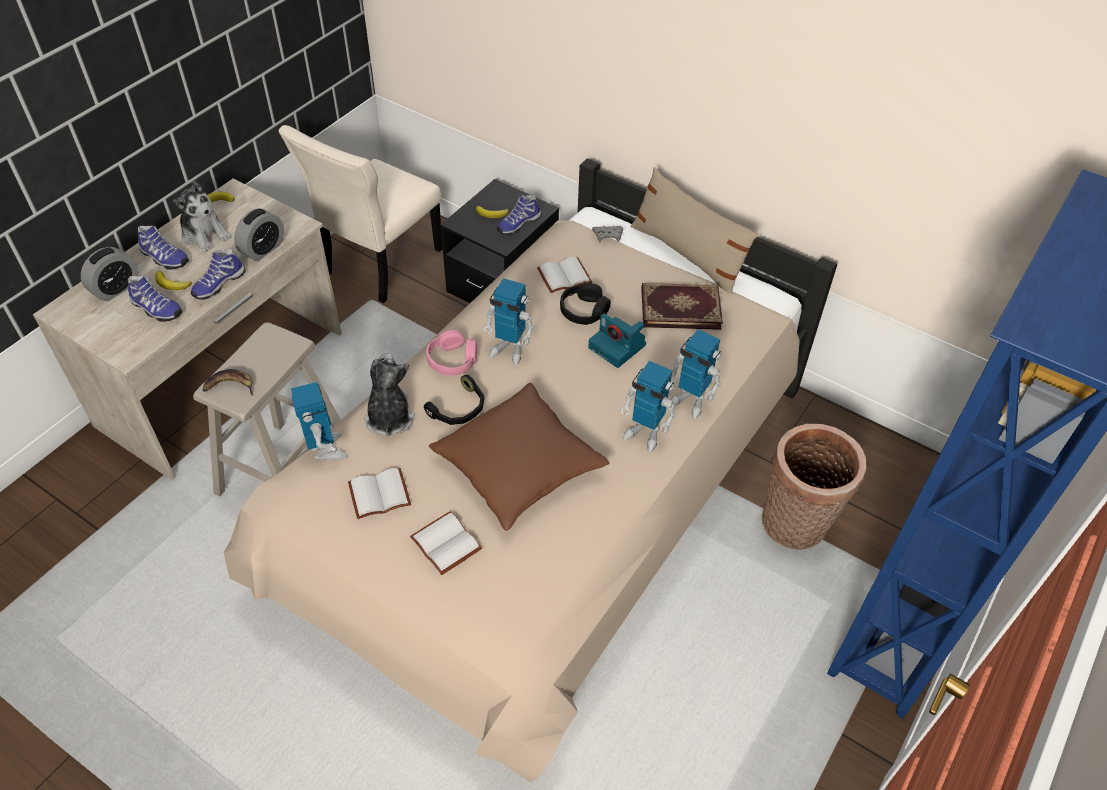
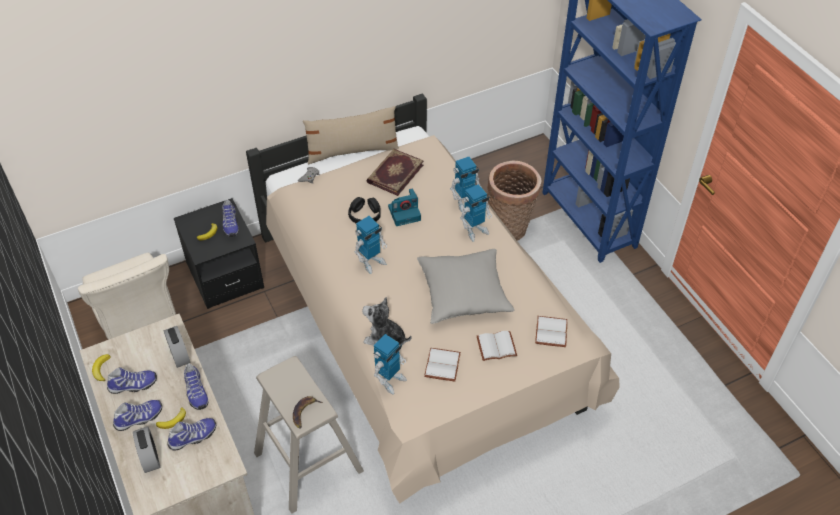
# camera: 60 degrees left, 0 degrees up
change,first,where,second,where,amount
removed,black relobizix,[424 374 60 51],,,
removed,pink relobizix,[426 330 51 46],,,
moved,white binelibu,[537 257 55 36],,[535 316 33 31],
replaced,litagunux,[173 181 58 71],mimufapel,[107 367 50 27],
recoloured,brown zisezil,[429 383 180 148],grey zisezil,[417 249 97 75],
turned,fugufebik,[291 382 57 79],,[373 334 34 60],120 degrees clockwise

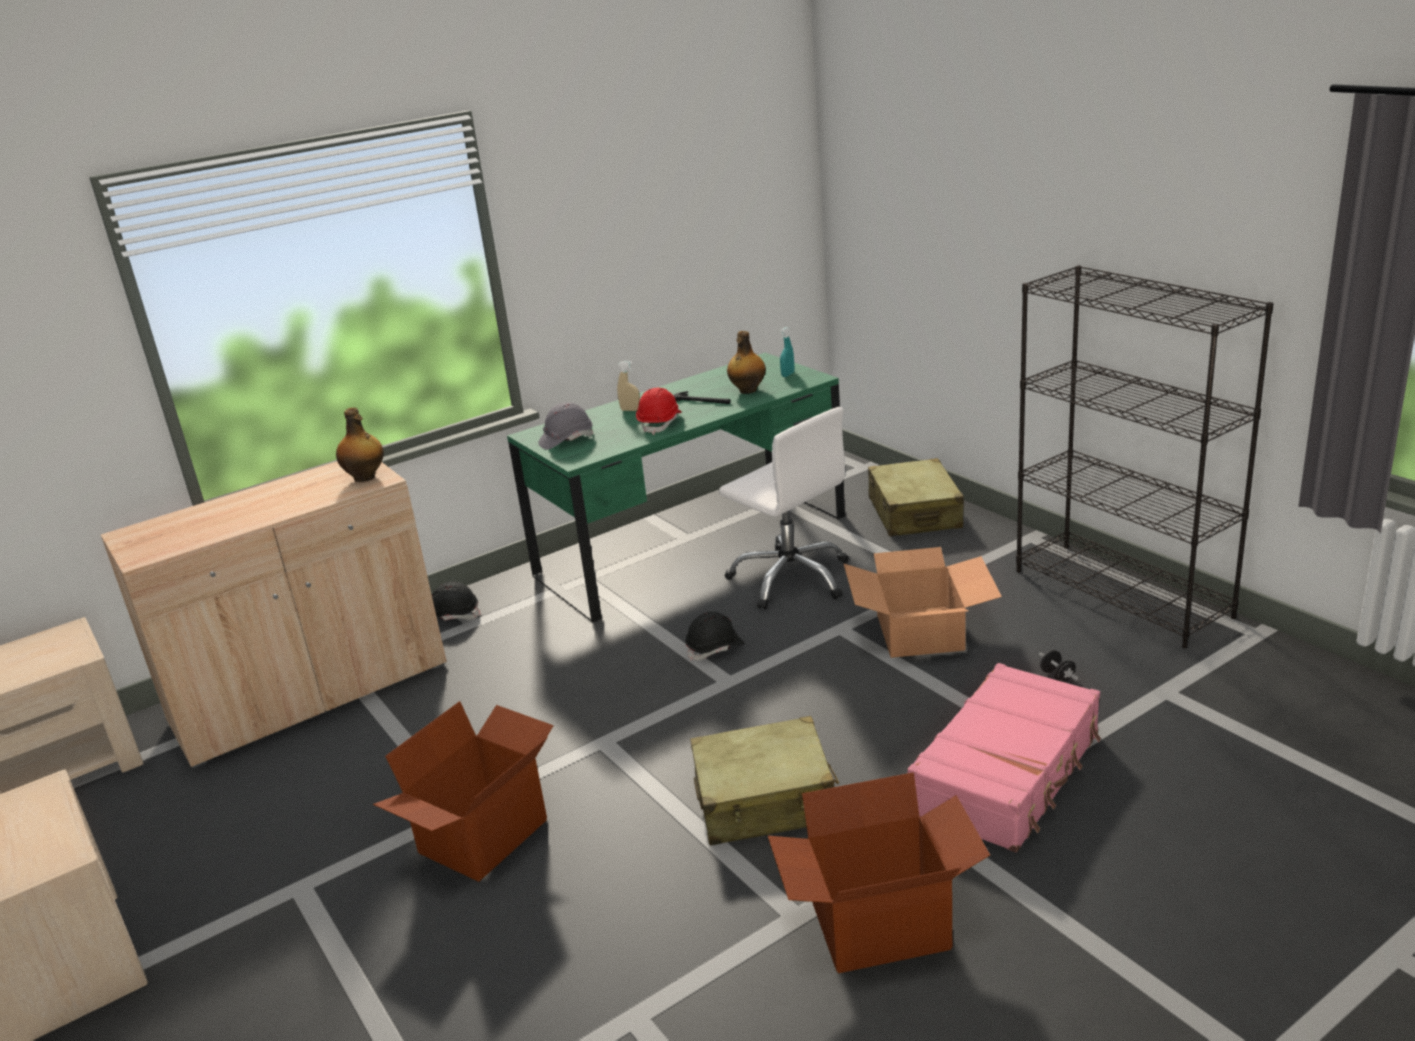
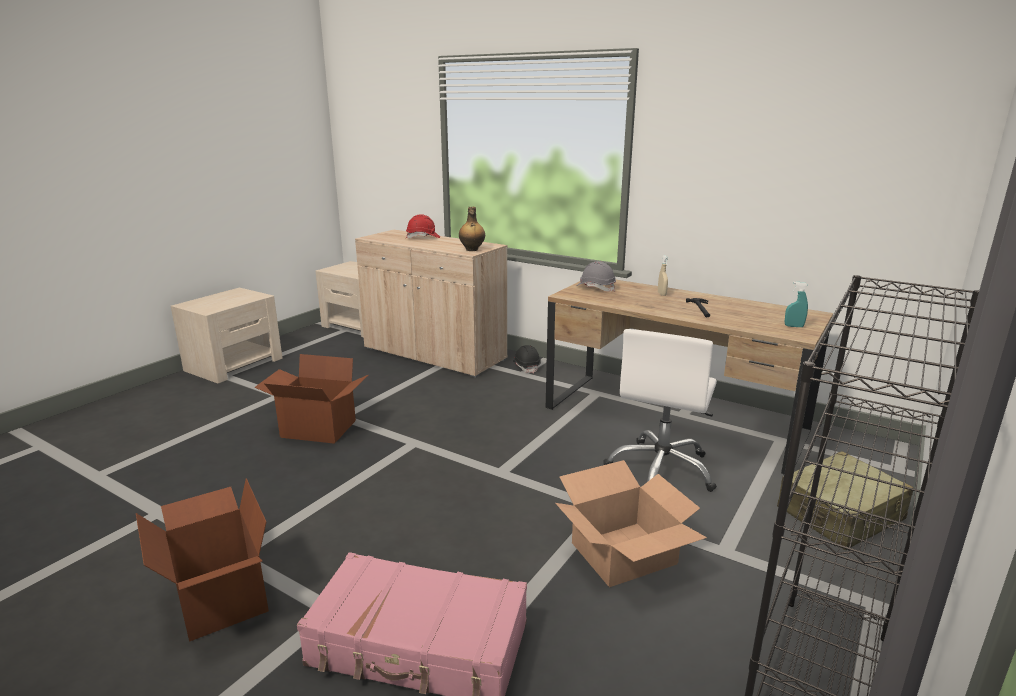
# camera: 65 degrees right, 5 degrees down
change,first,where,second,where,amount
removed,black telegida,[685 612 60 48],,,
removed,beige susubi,[690 716 149 130],,,
removed,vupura,[727 331 39 63],,,
removed,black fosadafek,[1039 650 39 32],,,
moved,red telegida,[636 388 46 47],,[406 214 34 24],
recoloured,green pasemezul,[507 353 338 270],brown pasemezul,[546 279 287 195],

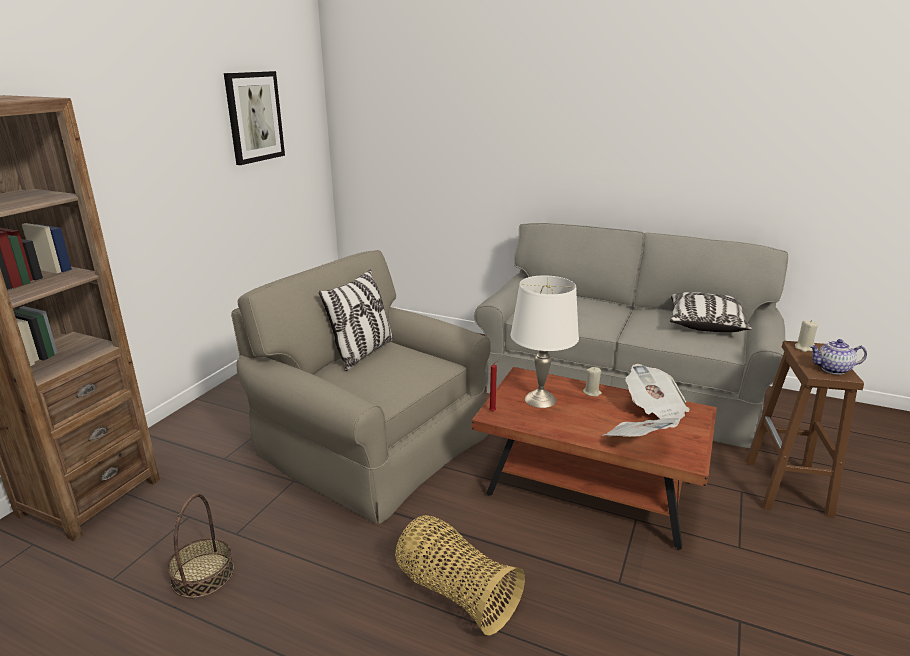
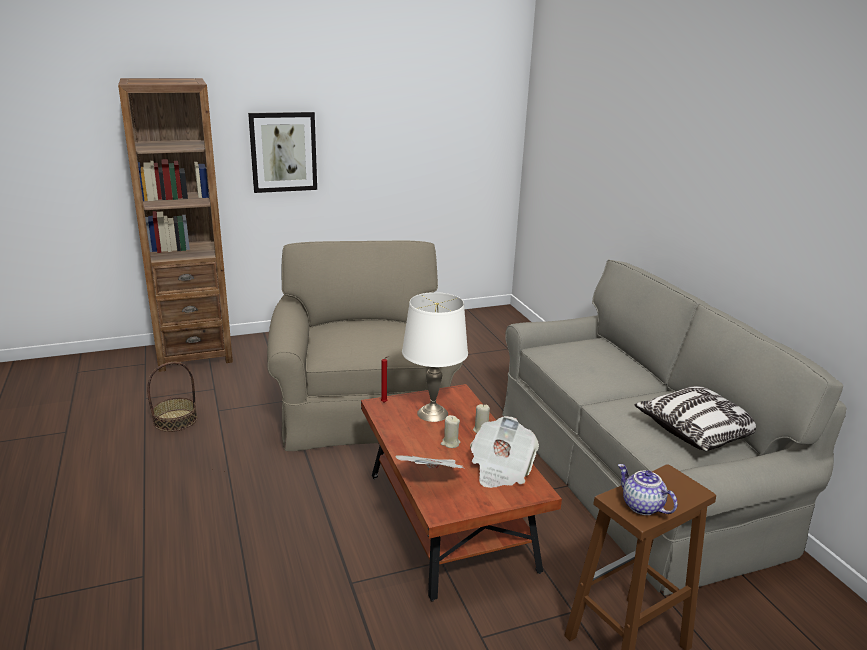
# camera: 45 degrees right, 0 degrees up
change,first,where,second,where,amount
removed,zisezil,[319 269 75 102],,,
removed,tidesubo,[395 515 130 120],,,
moved,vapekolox,[224 71 61 94],,[248 112 69 81],
moved,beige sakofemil,[795 320 23 32],,[441 415 19 33],

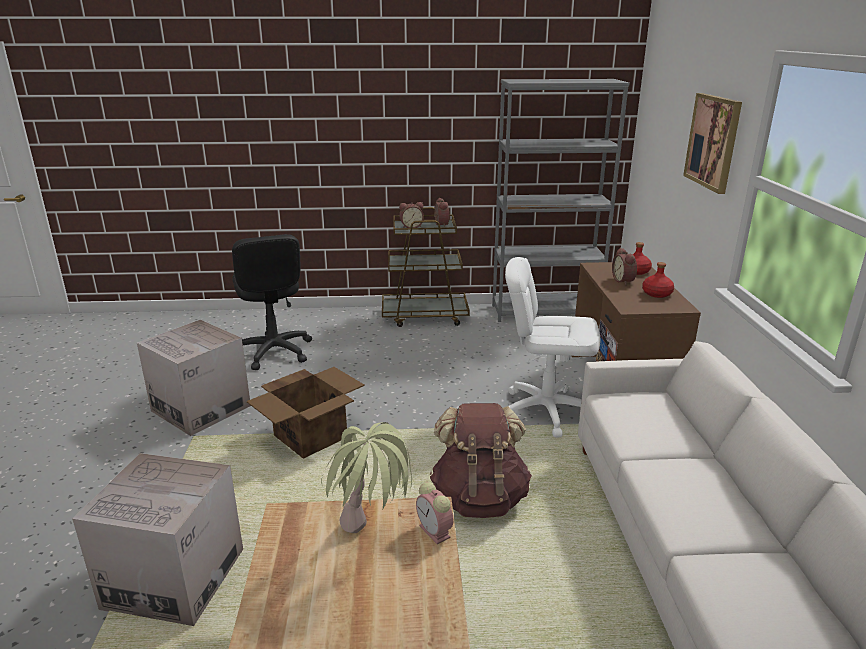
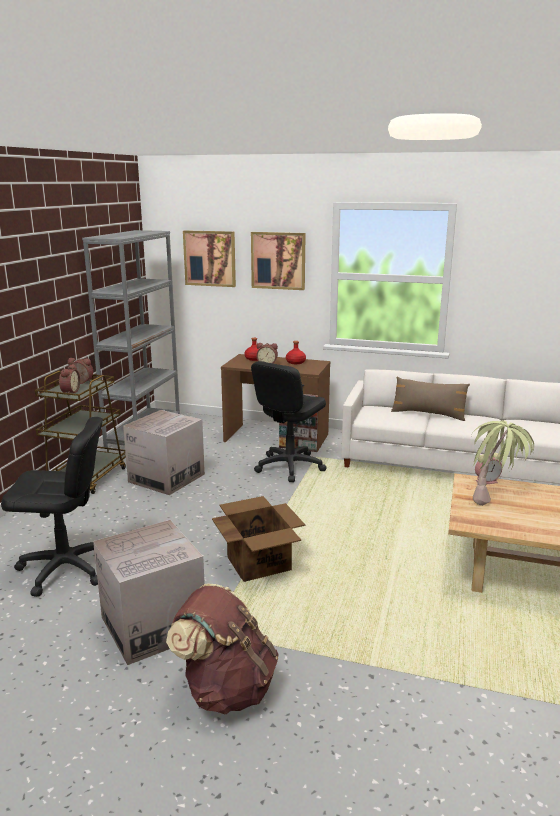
# camera: 70 degrees left, 5 degrees down
change,first,where,second,where,amount
added,,,vapekolox,[183 230 53 57],
added,,,brown zisezil,[391 377 79 44],
moved,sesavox,[72 453 171 173],,[123 410 82 85],
moved,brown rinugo,[430 403 102 115],,[166 584 112 130],
recoloured,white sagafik,[505 257 95 181],black sagafik,[251 361 76 121],

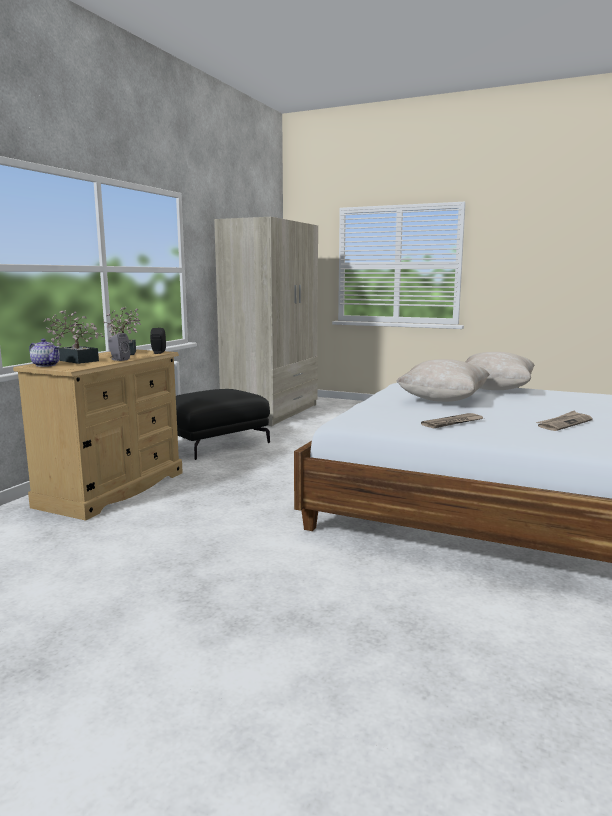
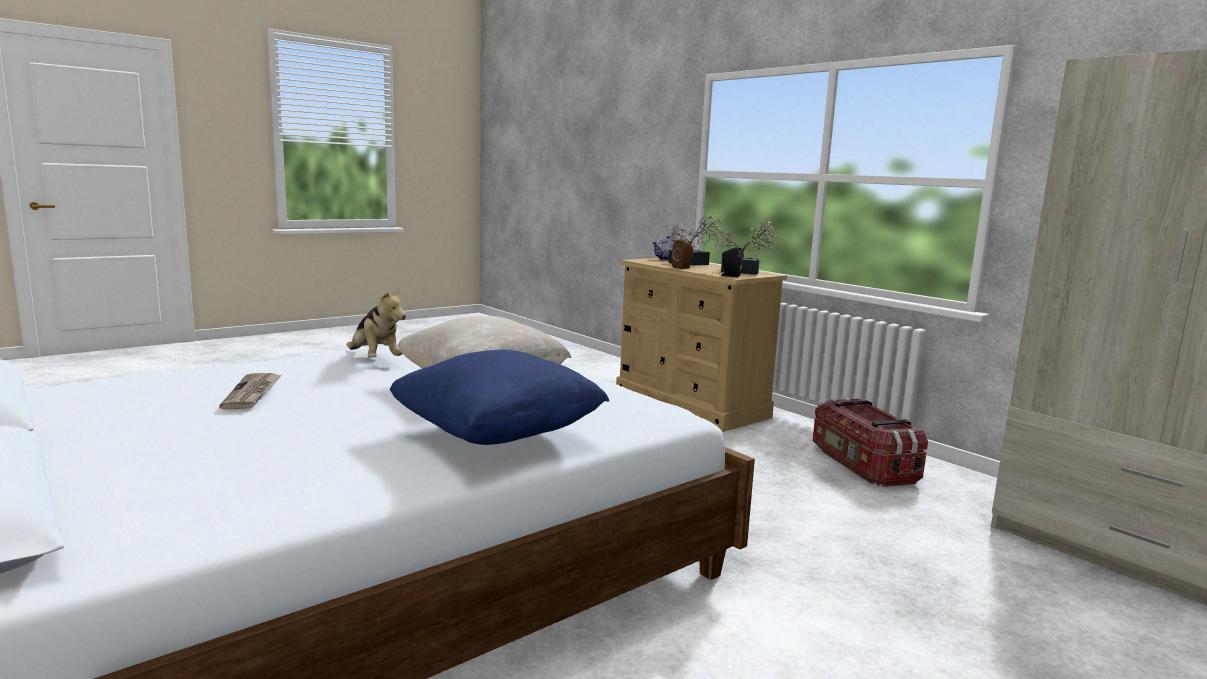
# camera: 115 degrees right, 0 degrees up
change,first,where,second,where,amount
replaced,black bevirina,[176 389 94 71],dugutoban,[812 398 116 89],
replaced,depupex,[421 413 62 15],litagunux,[347 288 59 69],
recoloured,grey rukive,[108 333 22 28],brown rukive,[671 240 22 29],
recoloured,beige zisezil,[466 352 69 38],blue zisezil,[390 350 219 95],

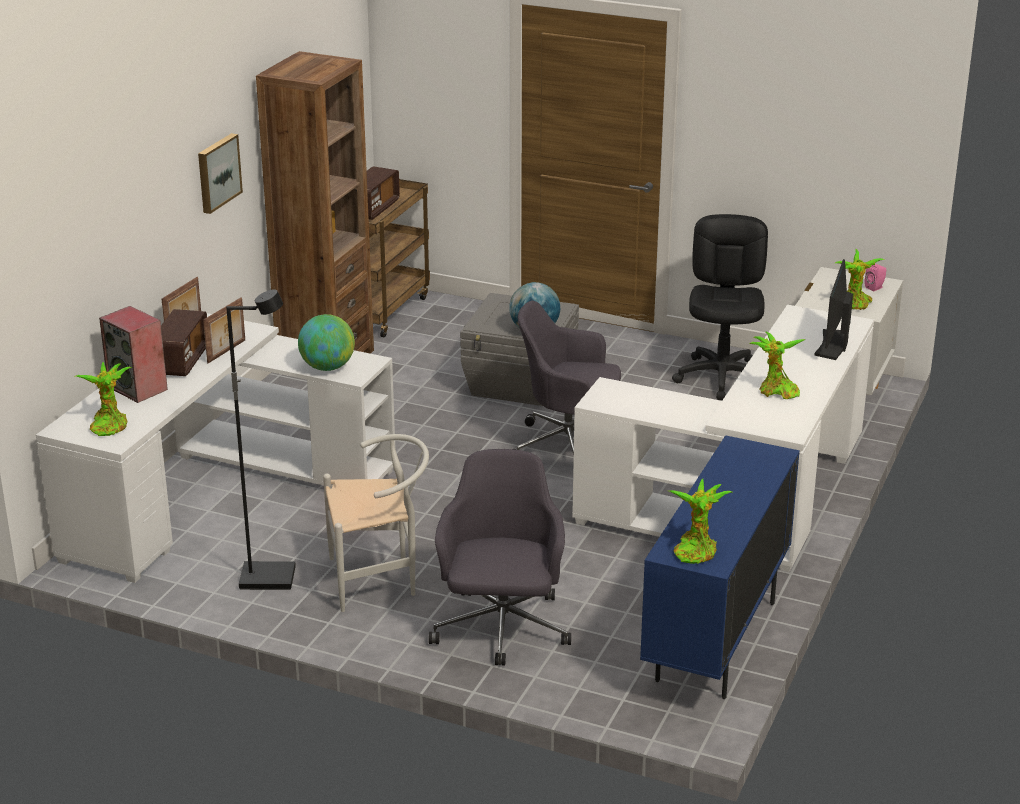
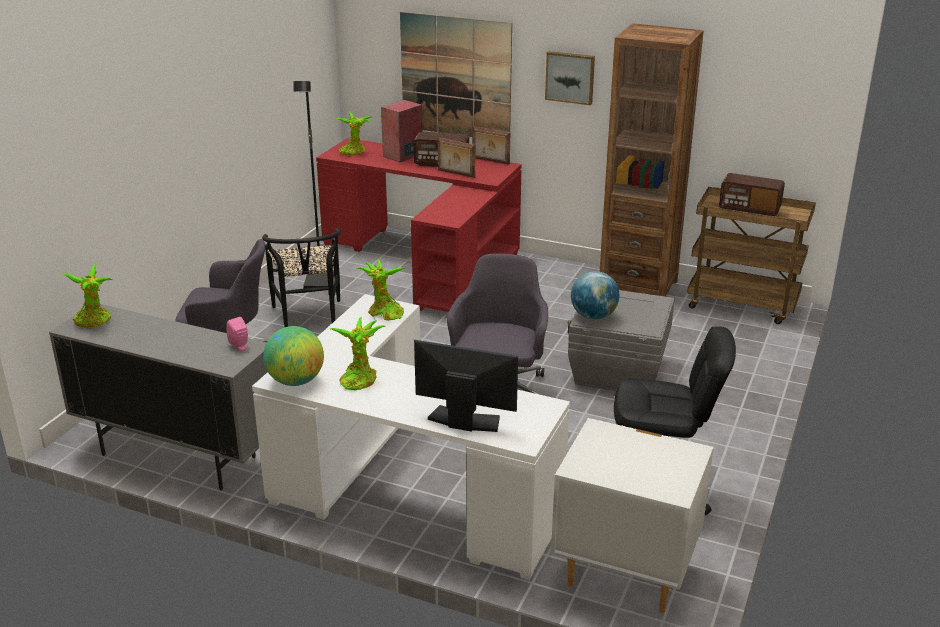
# camera: 90 degrees right, 0 degrees up
change,first,where,second,where,amount
added,,,vapekolox,[400 12 112 125],
moved,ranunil,[298 314 57 57],,[263 326 61 60],
moved,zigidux,[834 249 50 61],,[357 259 48 61],
moved,pink rukive,[864 263 22 28],,[226 317 22 34],
recoloured,white pasemezul,[36 313 359 270],red pasemezul,[316 138 206 174],
recoloured,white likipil,[323 434 106 178],black likipil,[262 228 79 99],
recoloured,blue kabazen,[640 435 160 264],grey kabazen,[49 304 219 186],

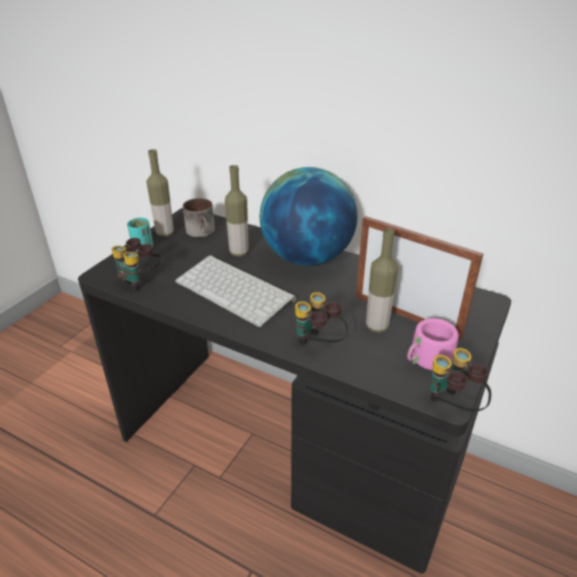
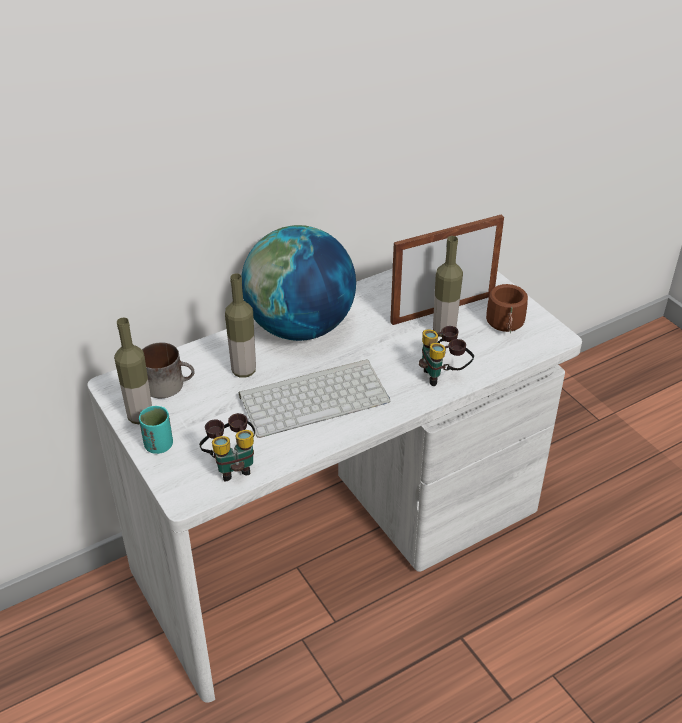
# camera: 60 degrees left, 5 degrees up
change,first,where,second,where,amount
removed,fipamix,[430 348 61 63],,,
recoloured,black pasemezul,[78 208 433 366],white pasemezul,[87 269 495 434],
recoloured,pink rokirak,[407 318 52 52],brown rokirak,[486 284 42 49],

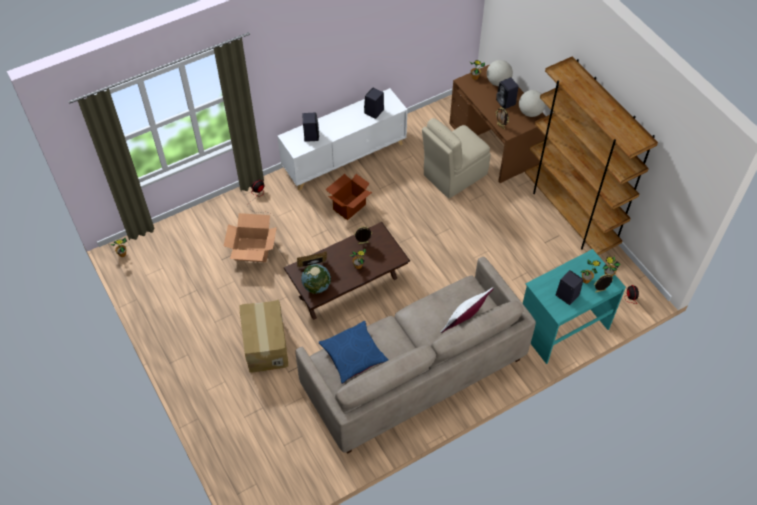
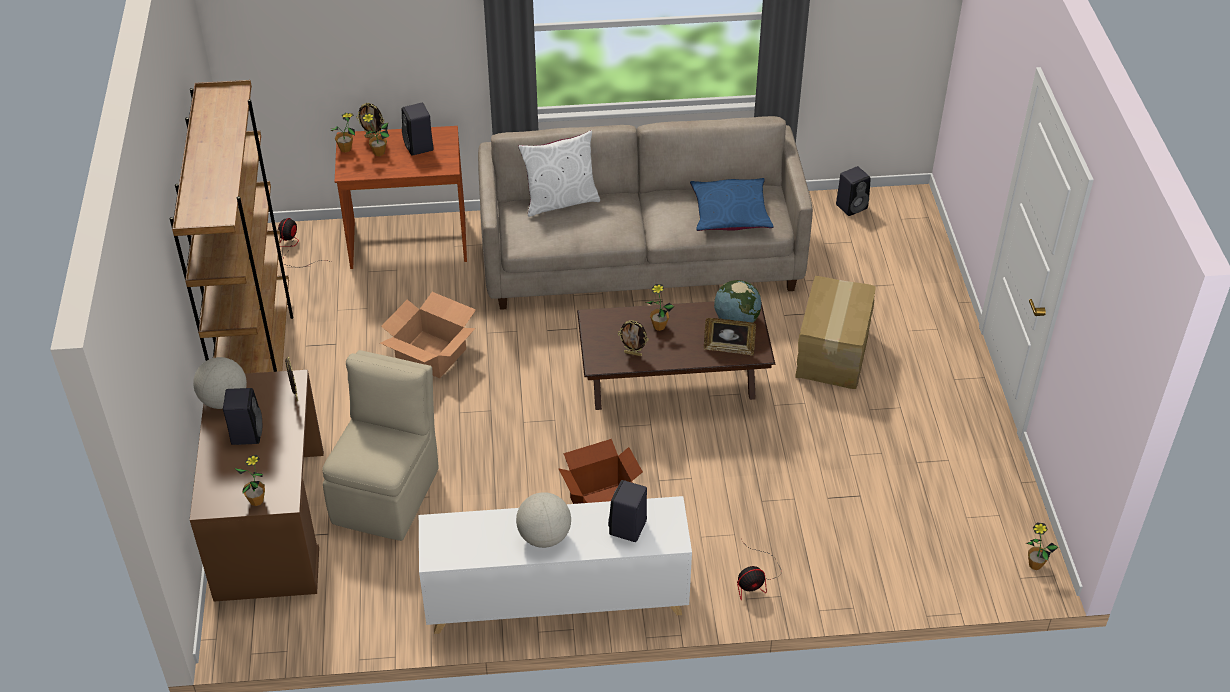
# camera: 155 degrees left, 10 degrees down
change,first,where,second,where,amount
moved,sesavox,[224 213 53 49],,[380 292 96 86],
moved,black rukive,[364 87 20 32],,[836 166 35 50],
moved,ranunil,[487 60 26 26],,[516 492 55 56],
recoloured,turquoise pasemezul,[523 249 103 115],brown pasemezul,[335 126 132 143],
turned,beige likipil,[422 118 69 80],,[322 350 117 191],60 degrees counterclockwise

